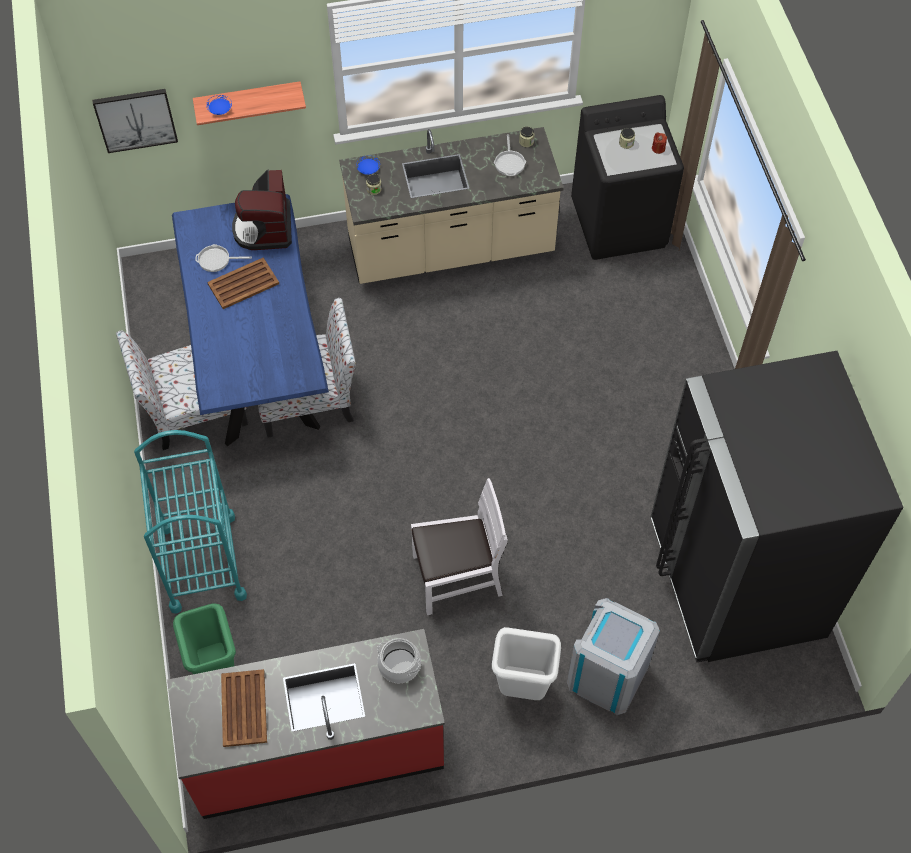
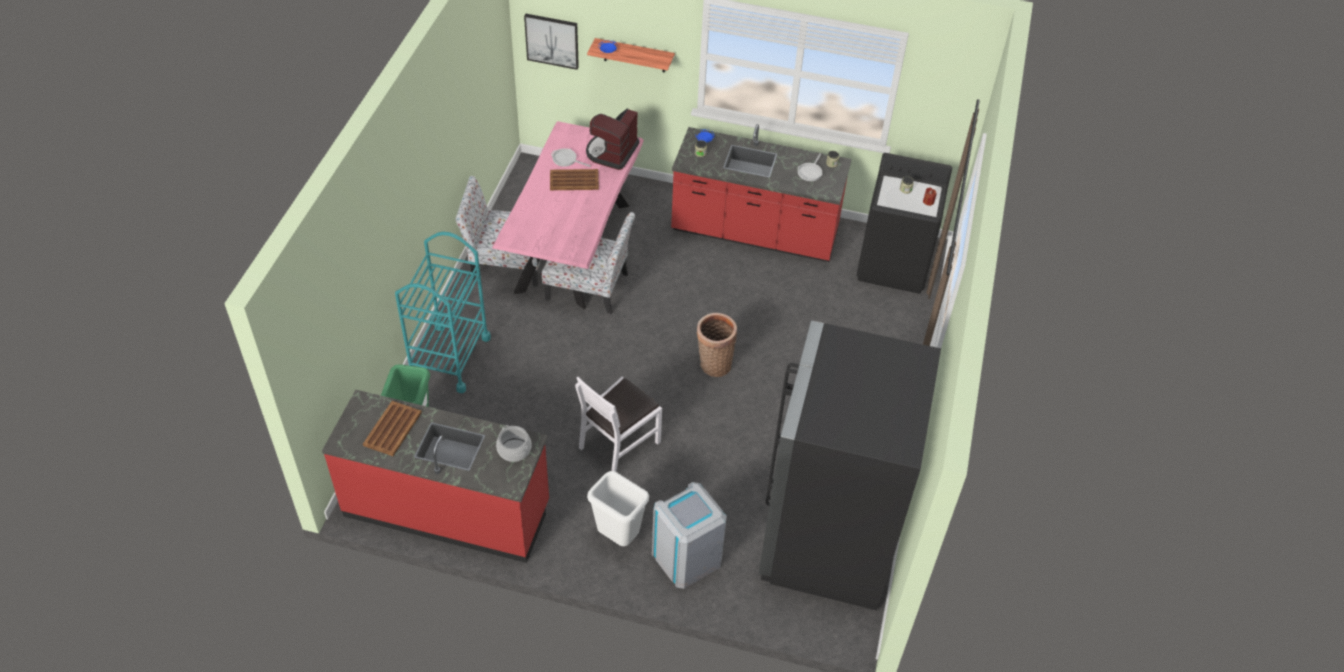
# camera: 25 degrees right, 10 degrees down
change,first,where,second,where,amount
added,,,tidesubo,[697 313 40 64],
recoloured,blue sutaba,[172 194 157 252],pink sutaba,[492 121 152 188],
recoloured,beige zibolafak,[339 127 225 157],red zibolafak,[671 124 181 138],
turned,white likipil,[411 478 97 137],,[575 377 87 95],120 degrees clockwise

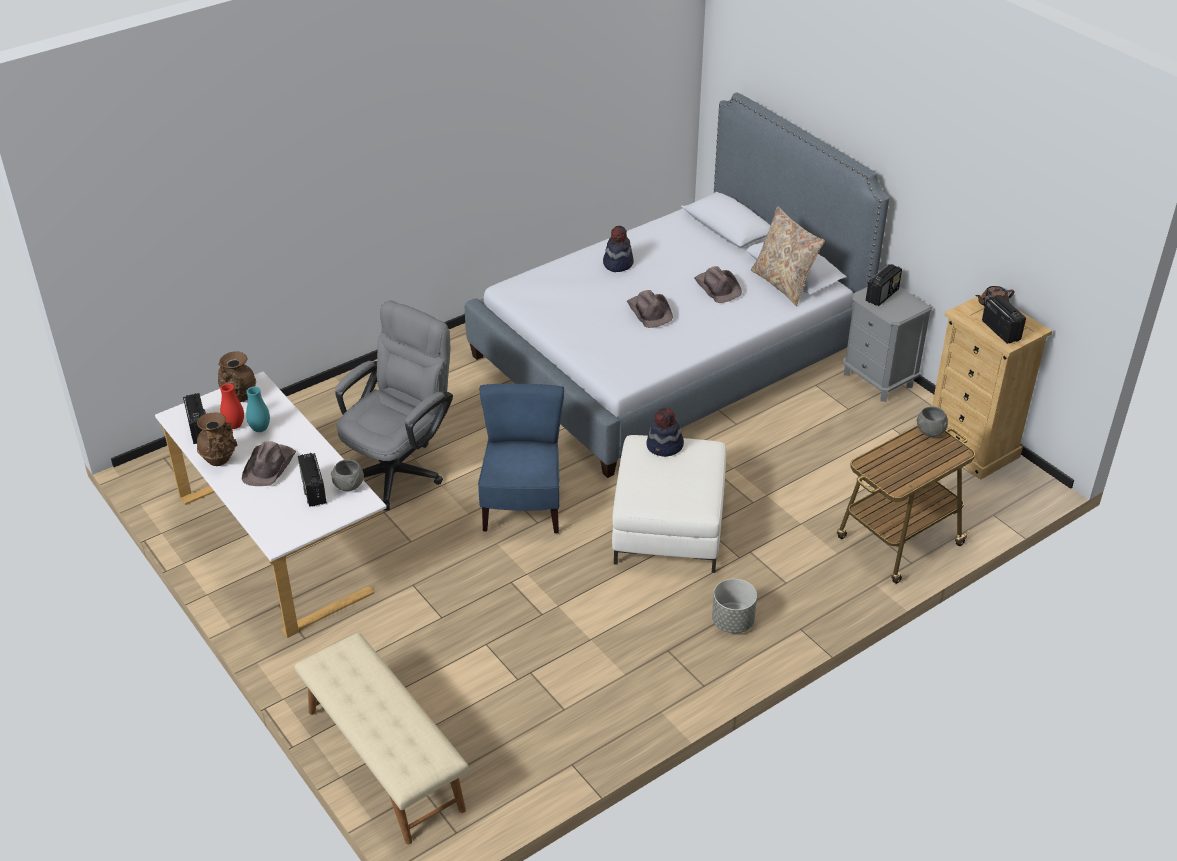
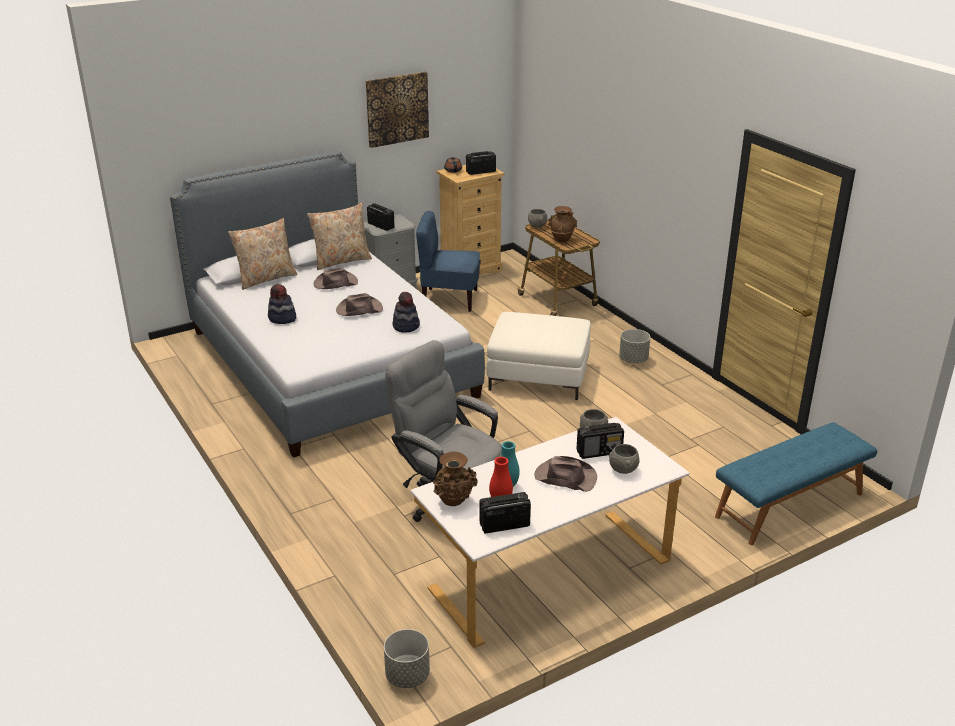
# camera: 85 degrees left, 10 degrees down
change,first,where,second,where,amount
added,,,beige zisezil,[228 218 70 72],
added,,,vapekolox,[366 72 63 76],
added,,,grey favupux,[384 629 46 59],
added,,,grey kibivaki,[609 444 31 30],
moved,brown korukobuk,[197 412 40 54],,[548 206 30 36],
moved,blue likipil,[478 384 86 149],,[416 211 64 101],
moved,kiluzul,[646 408 38 49],,[392 292 28 41],
recoloured,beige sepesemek,[294 633 174 212],blue sepesemek,[715 422 162 123],

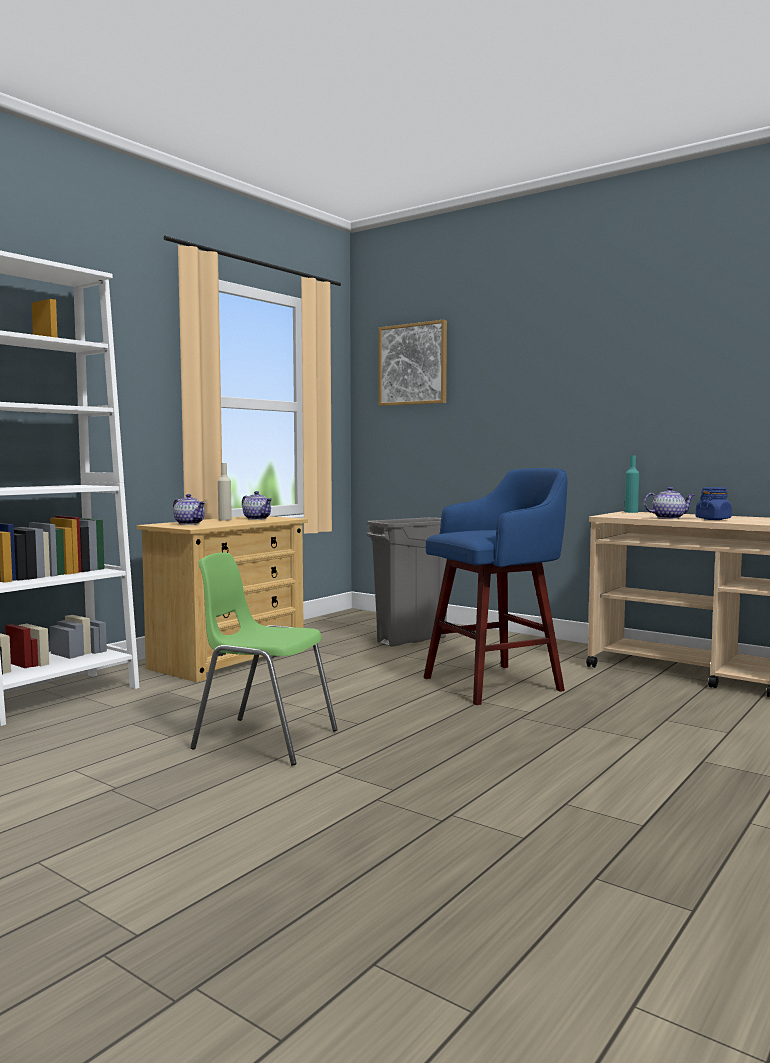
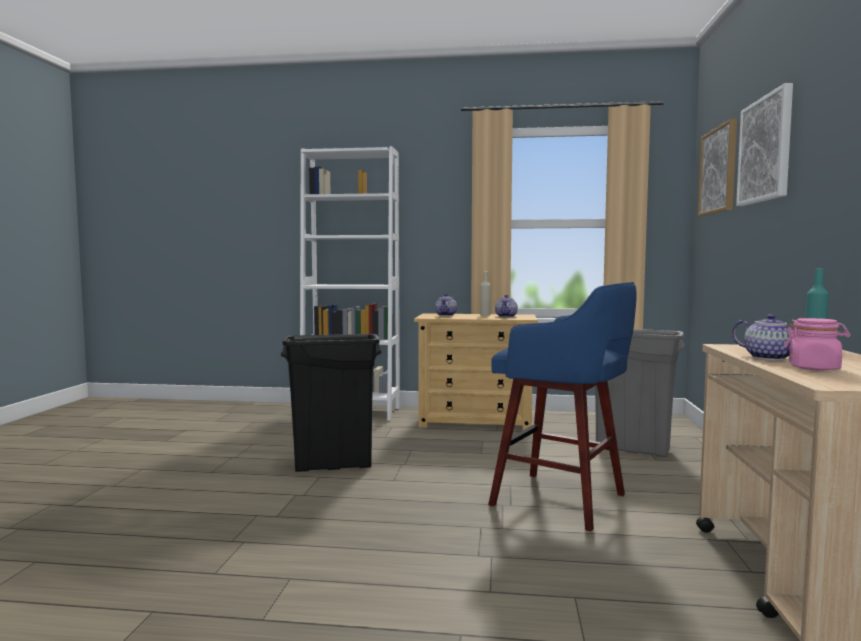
# camera: 60 degrees right, 0 degrees up
change,first,where,second,where,amount
added,,,vapekolox,[736 83 57 123],
replaced,green likipil,[190 552 148 214],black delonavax,[281 334 100 138],
recoloured,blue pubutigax,[696 487 36 33],pink pubutigax,[784 318 66 53],

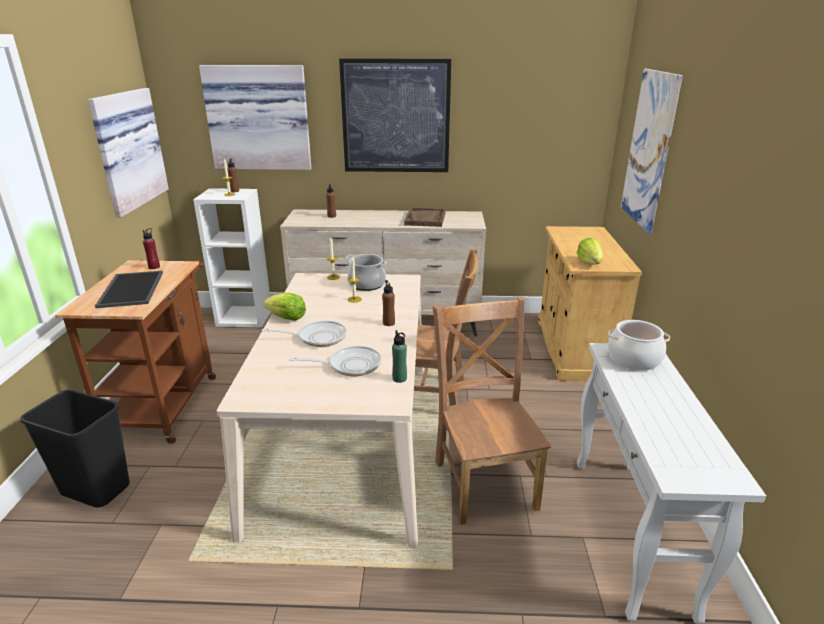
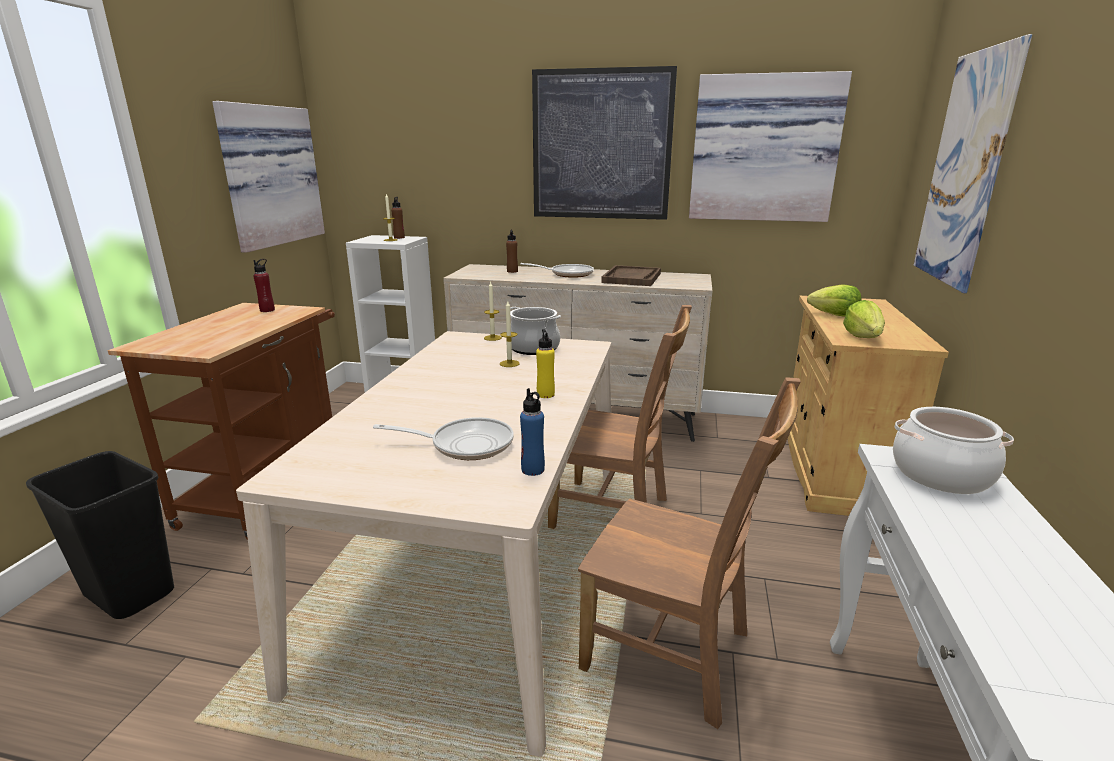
# camera: 10 degrees right, 5 degrees down
change,first,where,second,where,amount
removed,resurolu,[95 271 68 37],,,
moved,vapekolox,[199 65 112 105],,[689 71 163 151],
moved,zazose,[262 321 85 26],,[520 263 74 15],
moved,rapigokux,[263 293 43 28],,[807 284 55 33],
recoloured,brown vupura,[382 280 13 46],yellow vupura,[536 329 19 69],
recoloured,green vupura,[392 330 15 53],blue vupura,[520 388 25 88],
turned,brown likipil,[433 297 118 228],,[578 377 223 352],120 degrees clockwise

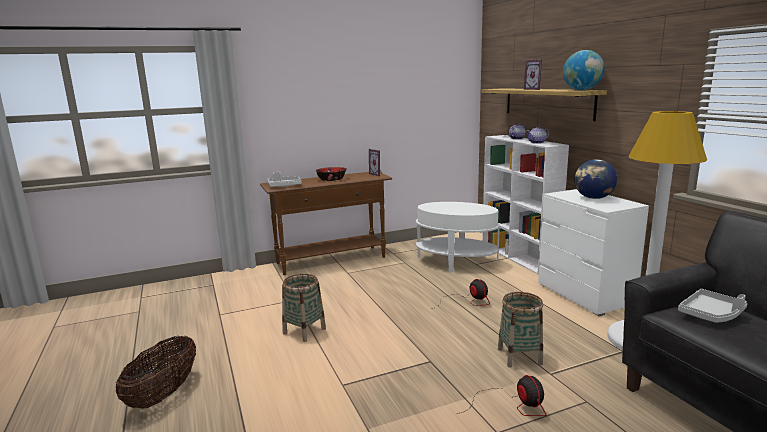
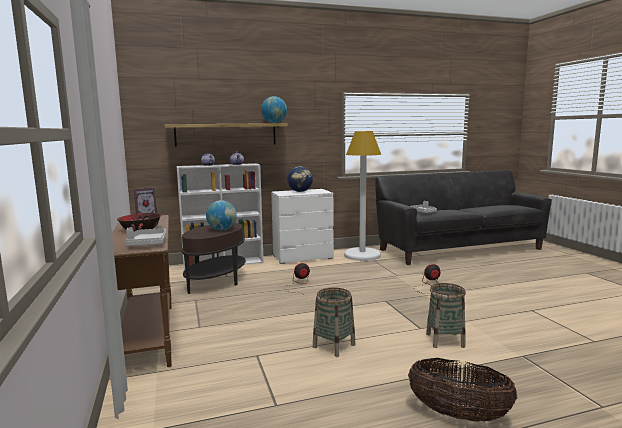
# camera: 85 degrees left, 5 degrees down
change,first,where,second,where,amount
removed,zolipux,[524 59 18 31],,,
added,,,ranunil,[206 200 31 30],
moved,tidesubo,[498 292 45 76],,[426 283 40 65],
recoloured,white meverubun,[416 202 84 70],brown meverubun,[181 223 65 71],

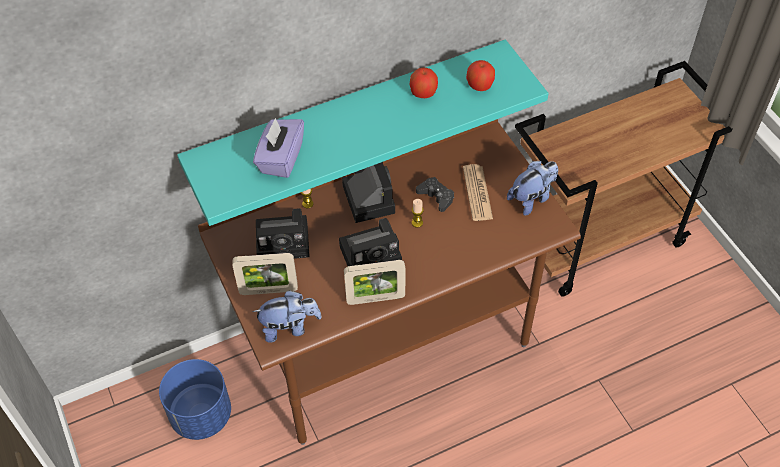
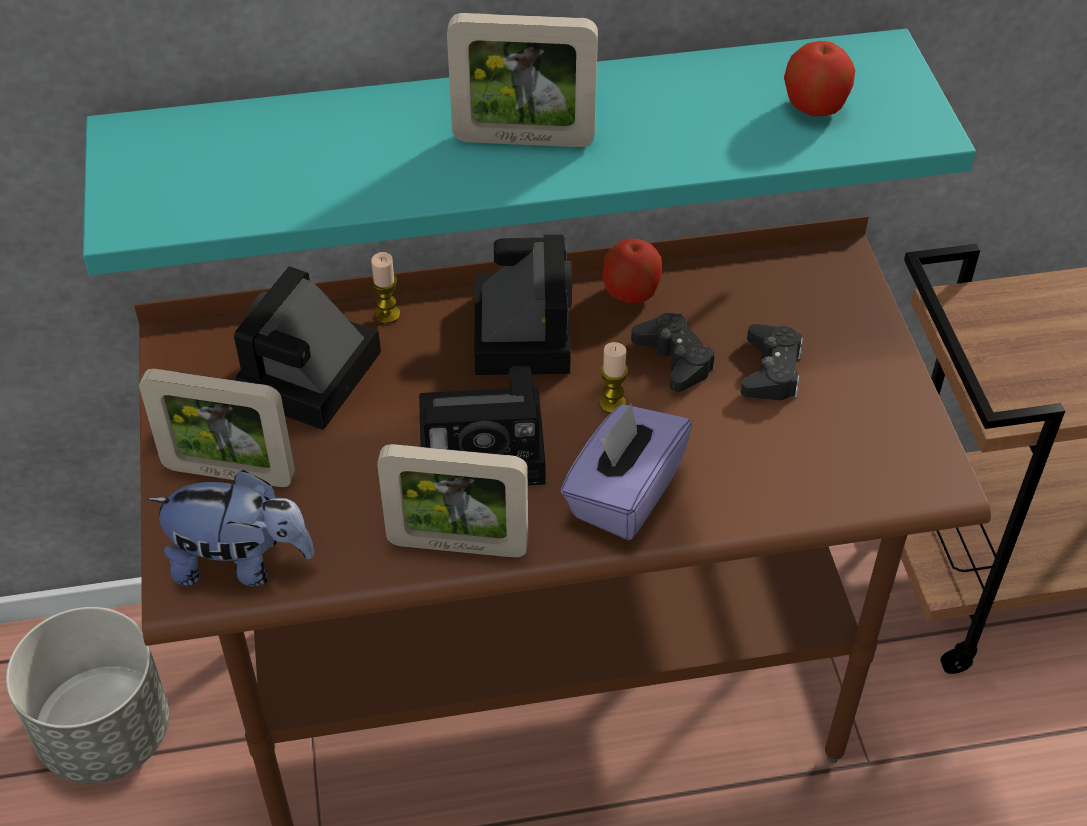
# camera: 15 degrees right, 5 degrees down
change,first,where,second,where,amount
removed,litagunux,[507 161 51 54],,,
added,,,zolipux,[447 13 151 134],
moved,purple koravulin,[253 118 51 60],,[560 404 132 136],
moved,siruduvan,[409 68 29 30],,[602 239 60 64],
replaced,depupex,[463 164 30 57],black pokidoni,[740 324 63 76],
recoloured,blue favupux,[159 359 72 81],grey favupux,[6 607 164 177],
turned,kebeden,[256 208 54 51],,[234 266 147 164],105 degrees clockwise

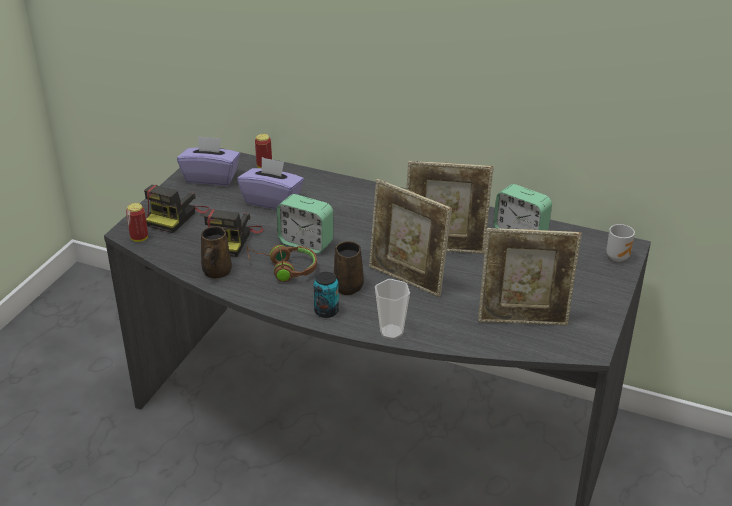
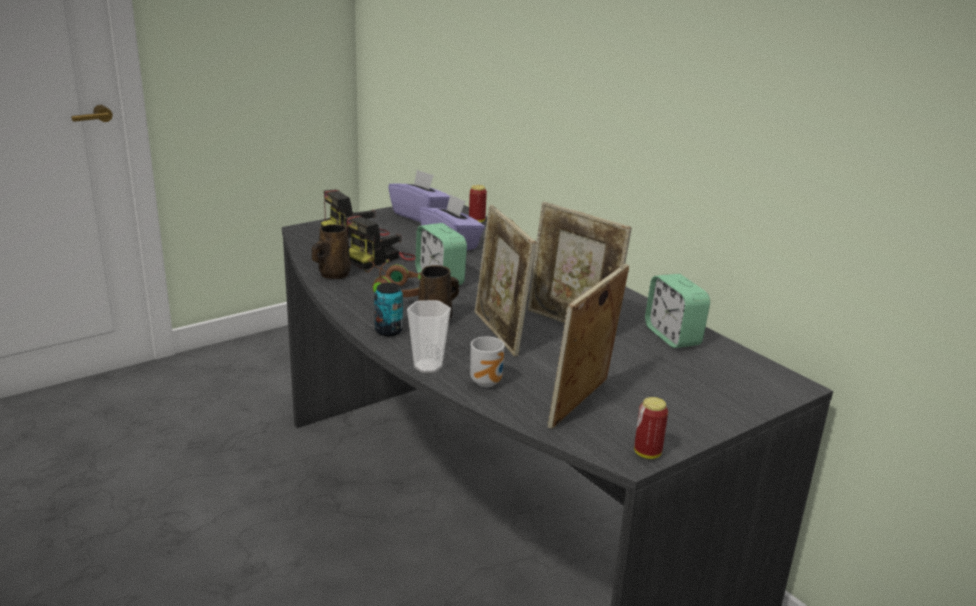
# camera: 30 degrees right, 10 degrees down
change,first,where,second,where,amount
moved,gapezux,[126 203 22 39],,[634 397 34 62],
moved,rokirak,[606 224 29 38],,[470 336 35 51],
turned,zolipux,[478 228 104 97],,[548 264 81 165],90 degrees clockwise

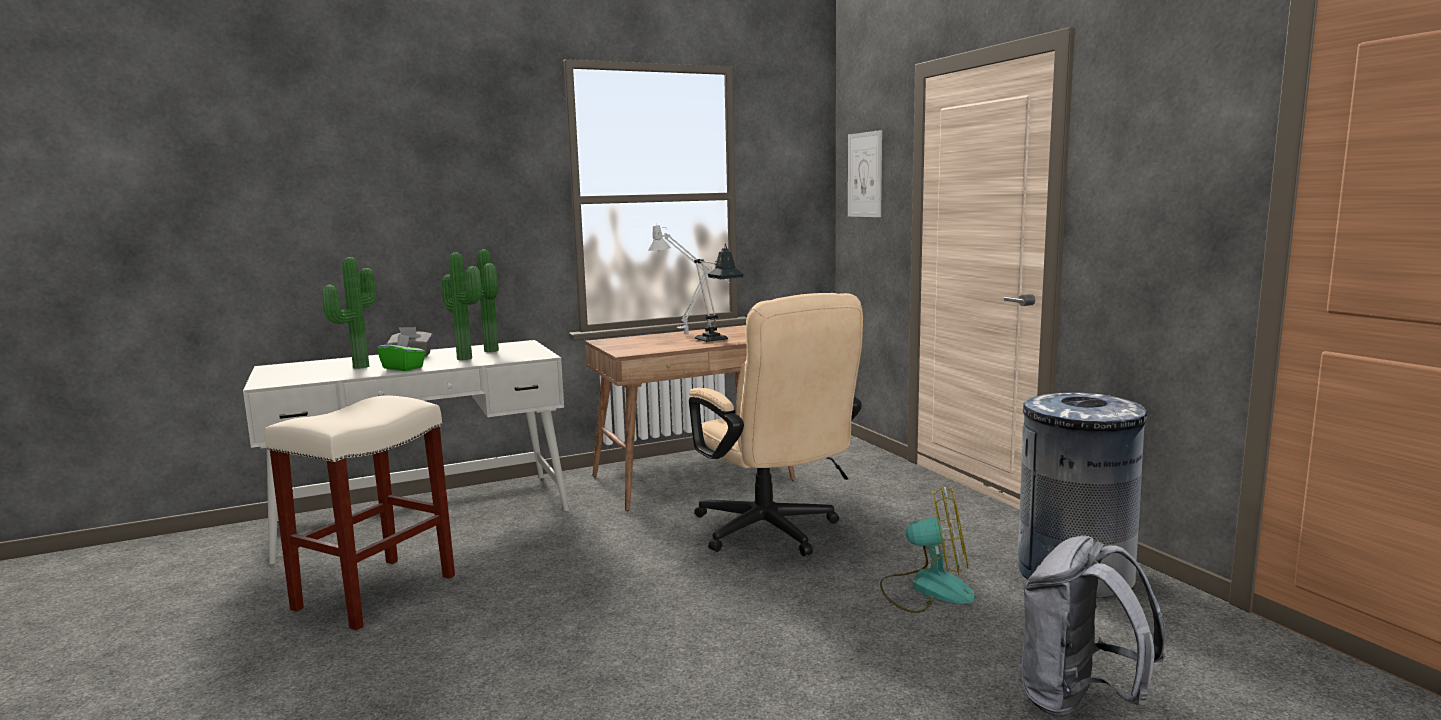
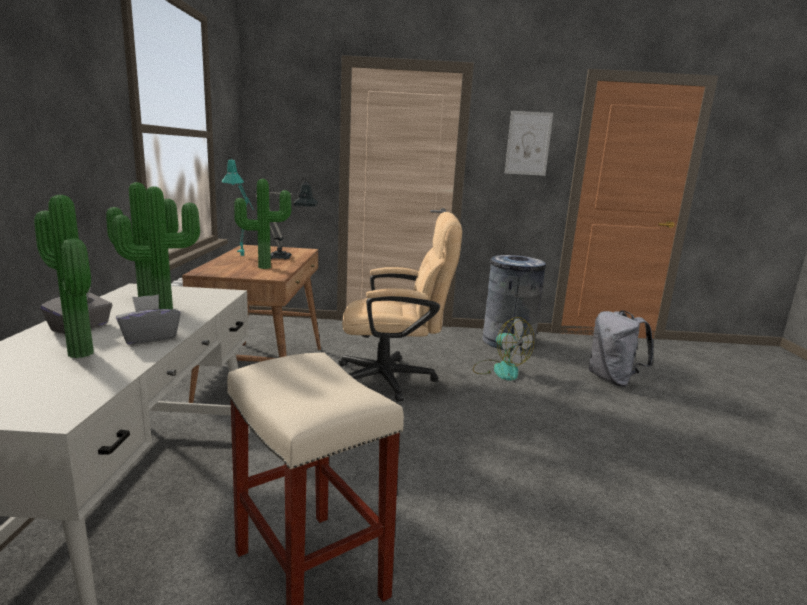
# camera: 65 degrees left, 5 degrees up
change,first,where,second,where,amount
added,,,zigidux,[234 179 57 90],
moved,vapekolox,[848 130 34 87],,[505 111 48 65],
recoloured,green koravulin,[377 335 49 36],grey koravulin,[116 294 64 51],
recoloured,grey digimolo,[648 225 81 108],turquoise digimolo,[221 159 33 97],
turned,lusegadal,[880 484 95 129],,[473 317 61 64],105 degrees clockwise

